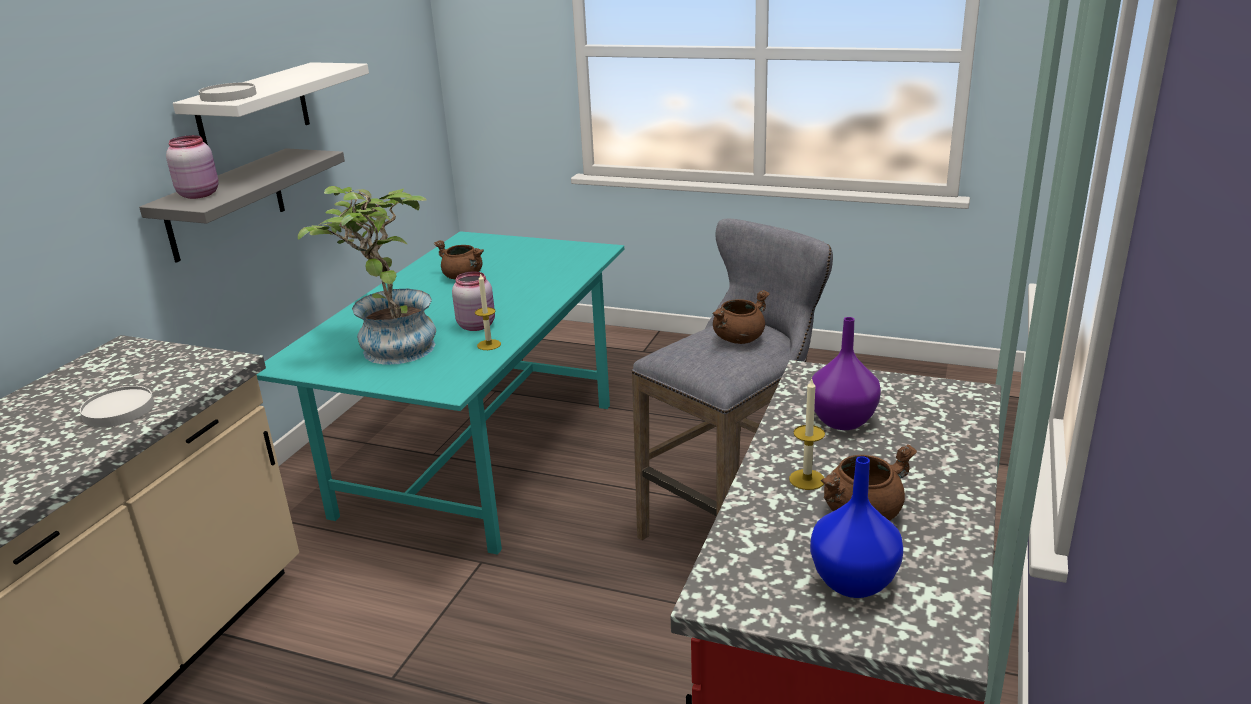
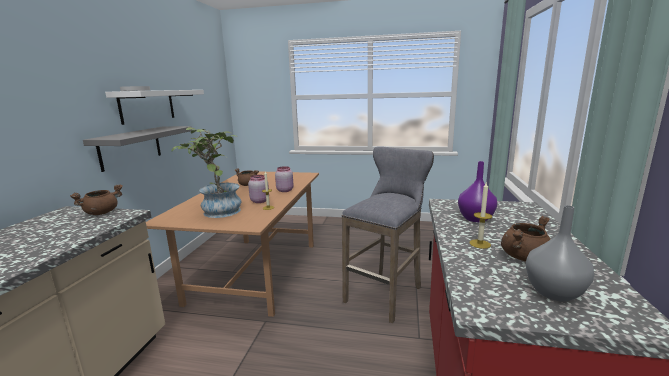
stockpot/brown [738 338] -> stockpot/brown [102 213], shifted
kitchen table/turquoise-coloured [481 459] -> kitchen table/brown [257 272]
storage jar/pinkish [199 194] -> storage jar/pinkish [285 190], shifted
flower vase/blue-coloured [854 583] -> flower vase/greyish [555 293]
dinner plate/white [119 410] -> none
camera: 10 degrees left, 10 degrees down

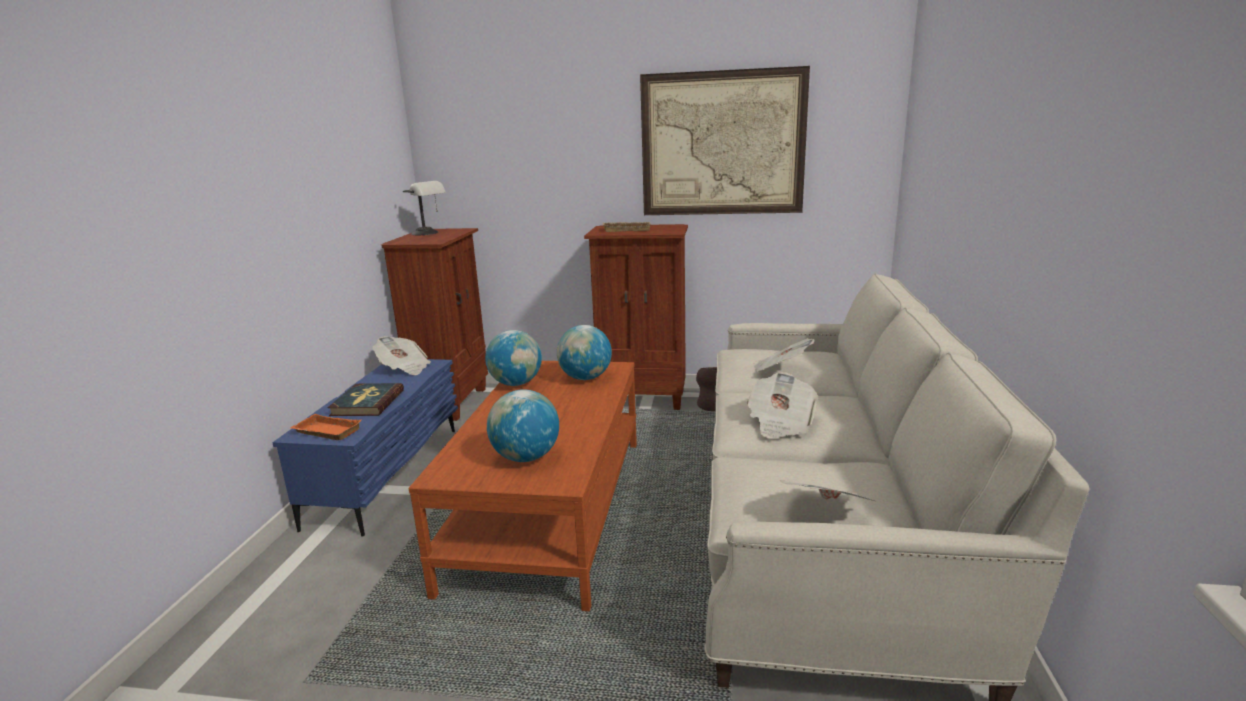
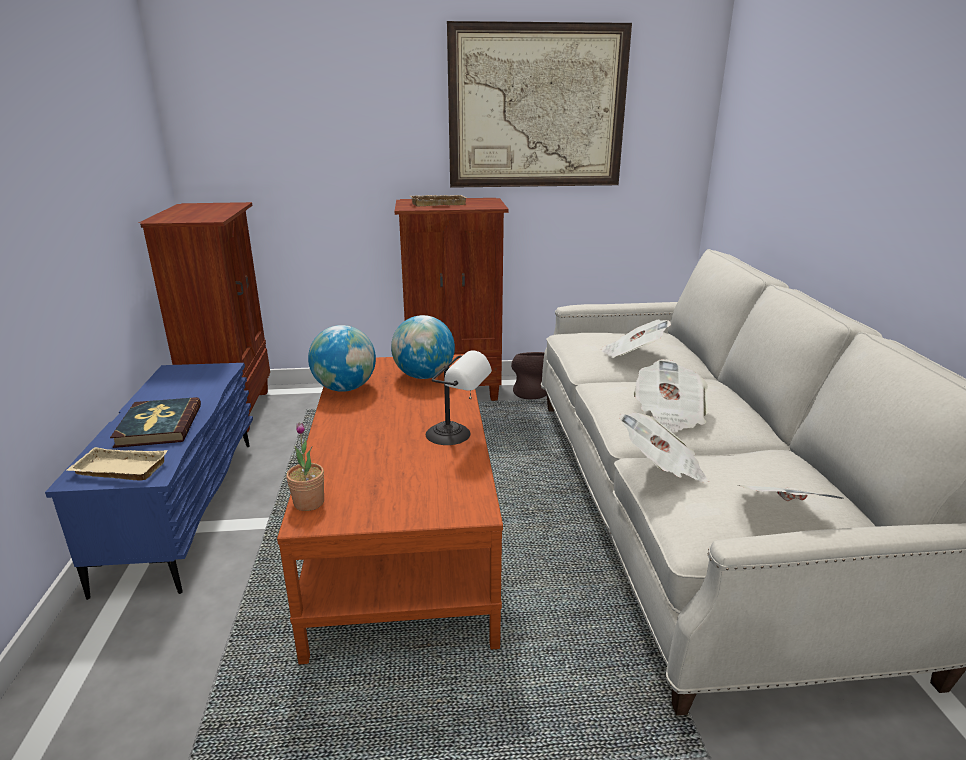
serving tray/orange-coloured [325 432] -> serving tray/beige-coloured [118 471]
none -> plant in a pot [309 502]
table lamp [429 233] -> table lamp [457 435], shifted
printed paper [404 368] -> printed paper [662 468], shifted
globe [526 457] -> none
camera: 15 degrees left, 5 degrees up

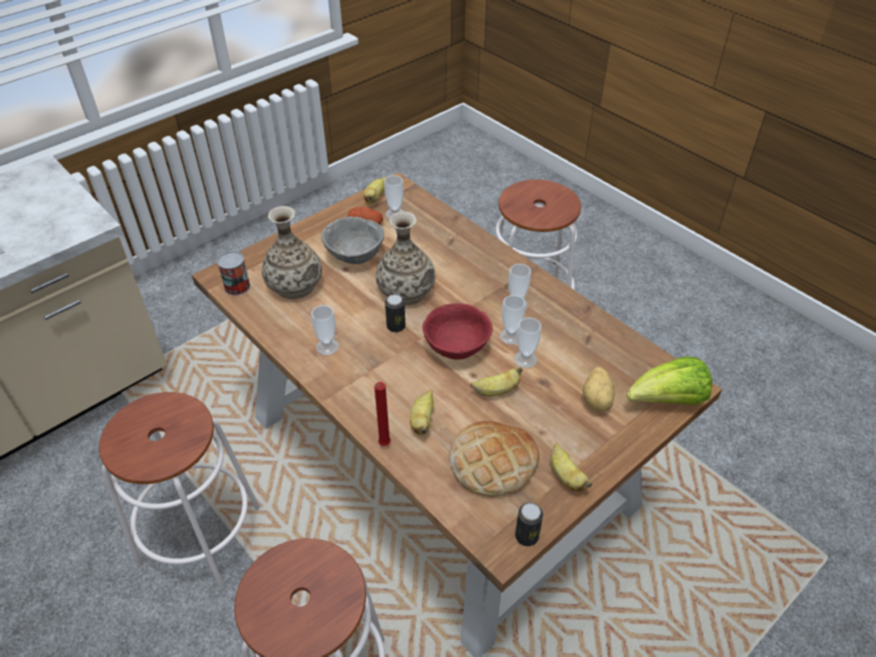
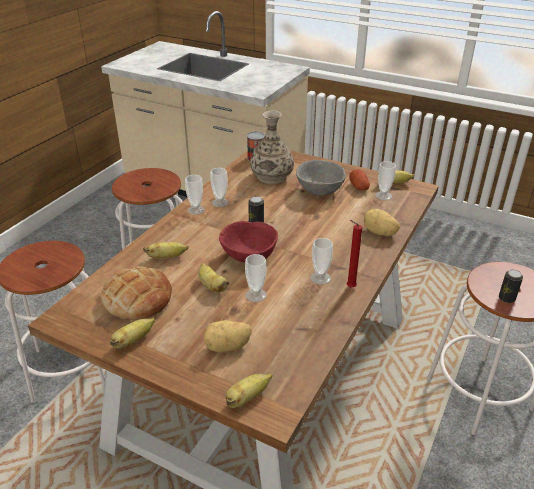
small cup [510 336] -> small cup [196 210], shifted
lettuce head [668 401] -> banana fruit [247 398]
candle/red [384 445] -> candle/red [349 287], shifted
none -> spud [379 233]
can [526 536] -> can [506 298], shifted
flower vase [406 291] -> none
camera: 70 degrees right, 10 degrees down

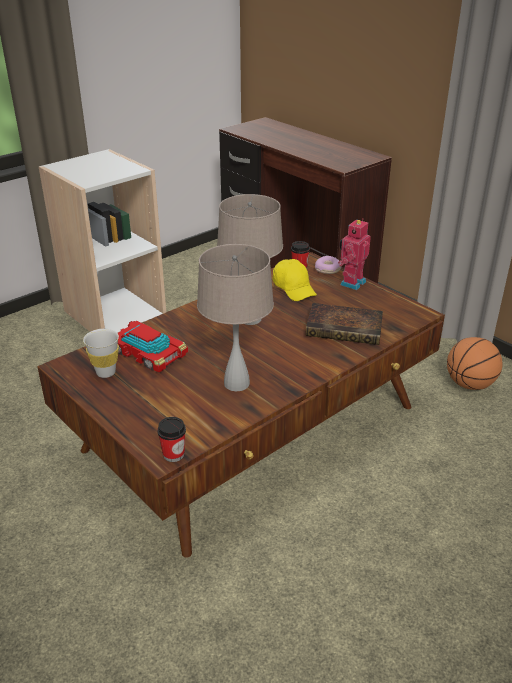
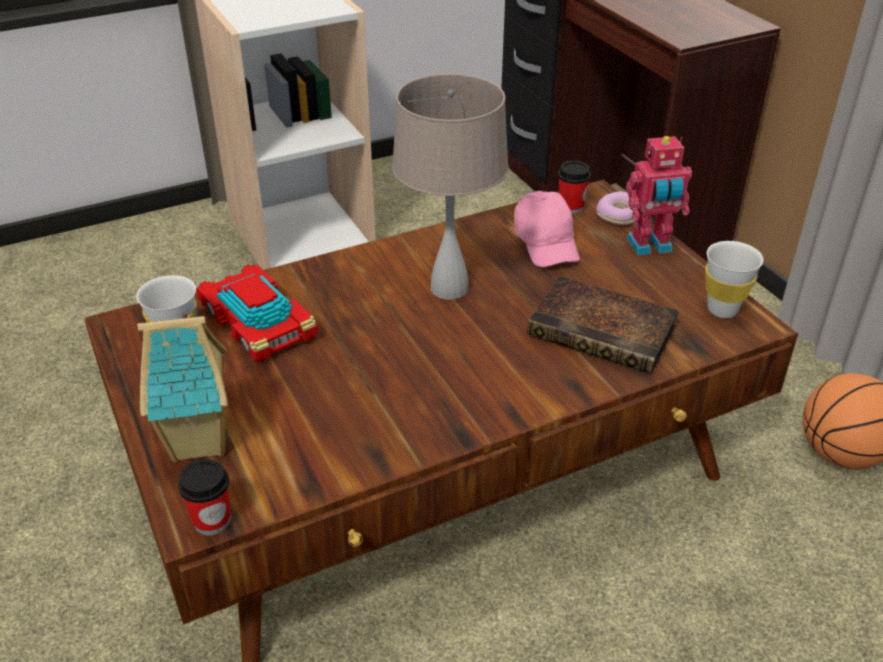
none -> miniature house [201 441]
baseball cap/yellow [294 288] -> baseball cap/pinkish [546 243]
model robot [351 283] -> model robot [650 246], 150 degrees counterclockwise
none -> small cup/white [722 310]
table lamp/beige-coloured [237 383] -> none
camera: 15 degrees right, 5 degrees up

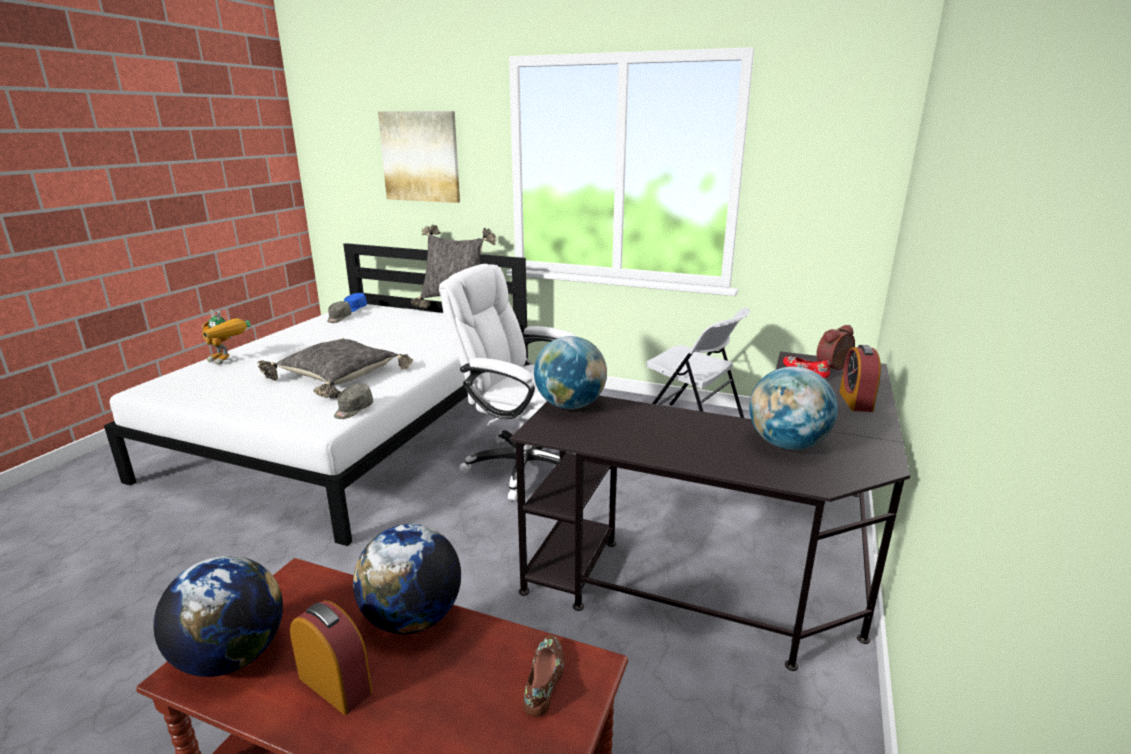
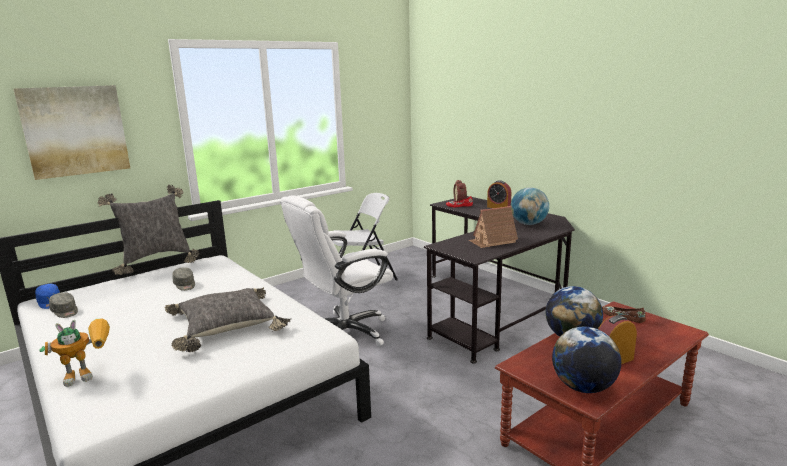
baseball cap/greyish [353 410] -> baseball cap/greyish [185 285], shifted
none -> miniature house [492 241]
globe [570 406] -> none
camera: 60 degrees left, 5 degrees down

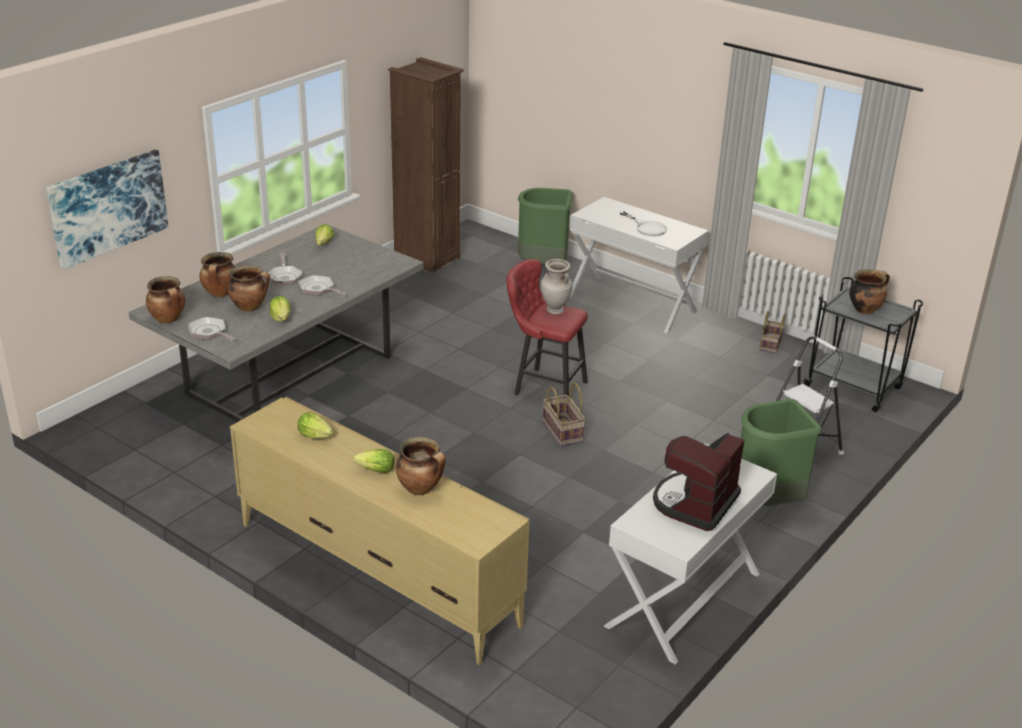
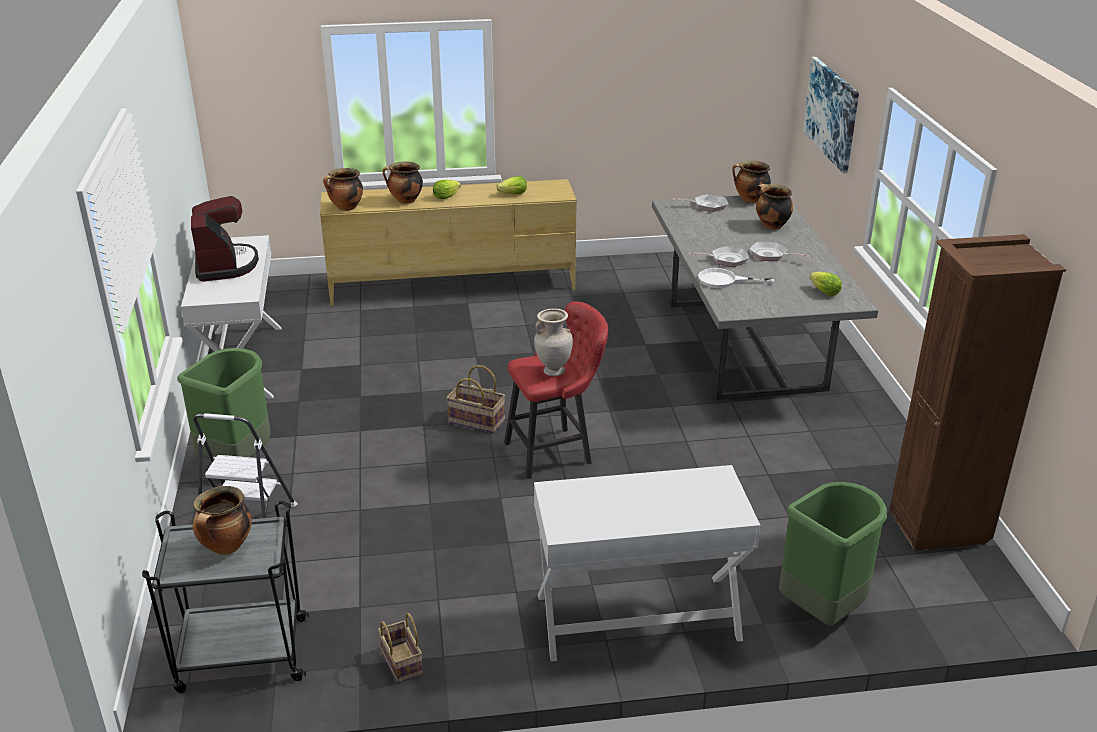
stockpot [250 307] -> stockpot [346 208], shifted
pan/white [647 228] -> pan/white [724 280], shifted
lettuce head [281 318] -> none
camera: 135 degrees right, 0 degrees up

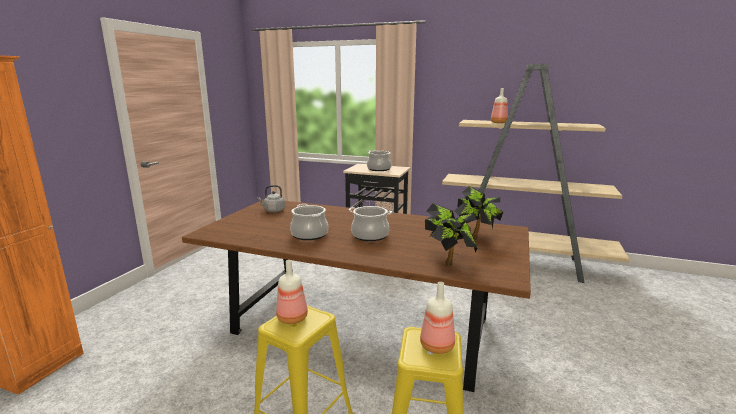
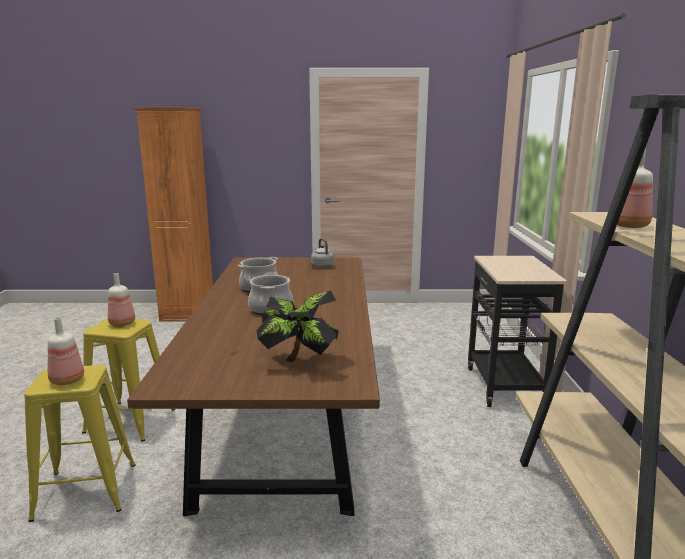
stockpot [379 169] -> none
plant in a pot [449 261] -> none
camera: 70 degrees right, 0 degrees up

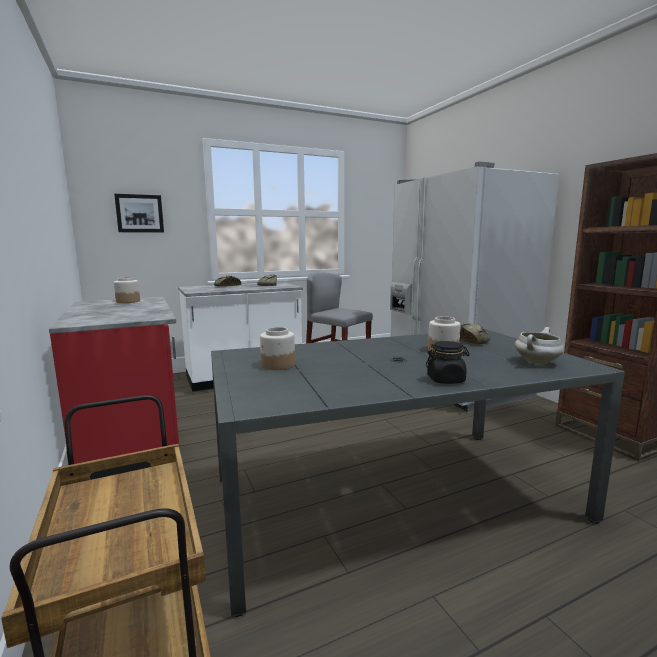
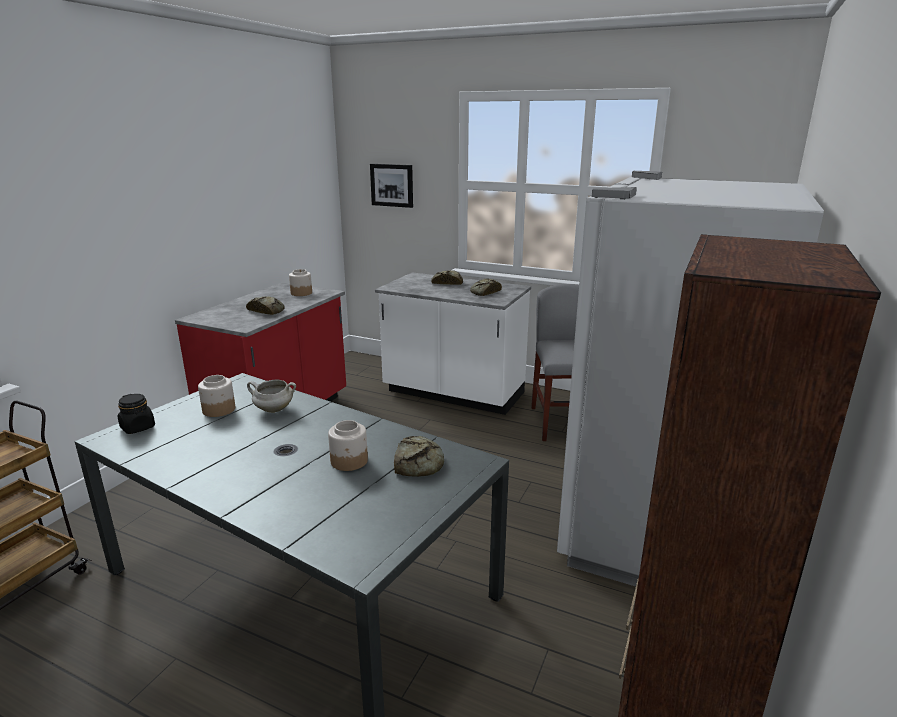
storage jar/blackish [446 380] -> storage jar/blackish [138 427], shifted
none -> bakery bread [266 310]
stockpot/white [537 362] -> stockpot/white [273 410], shifted
camera: 50 degrees right, 10 degrees up

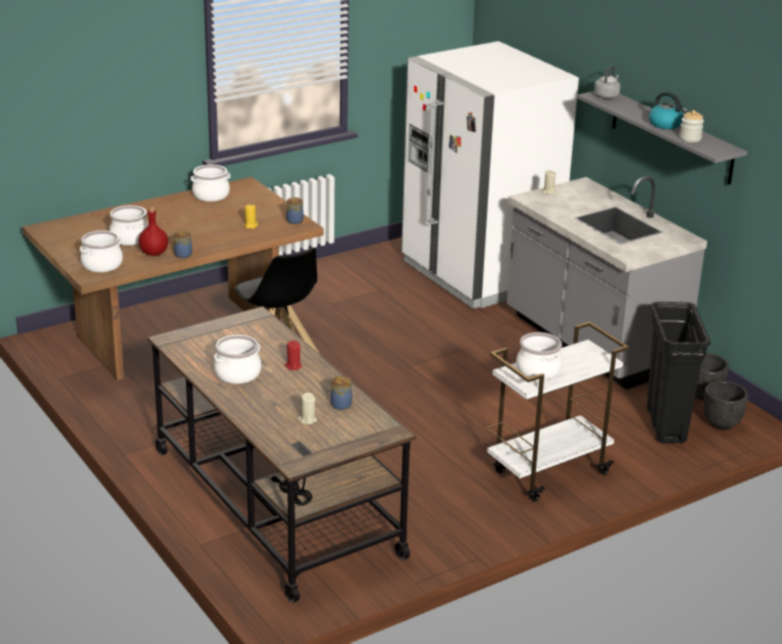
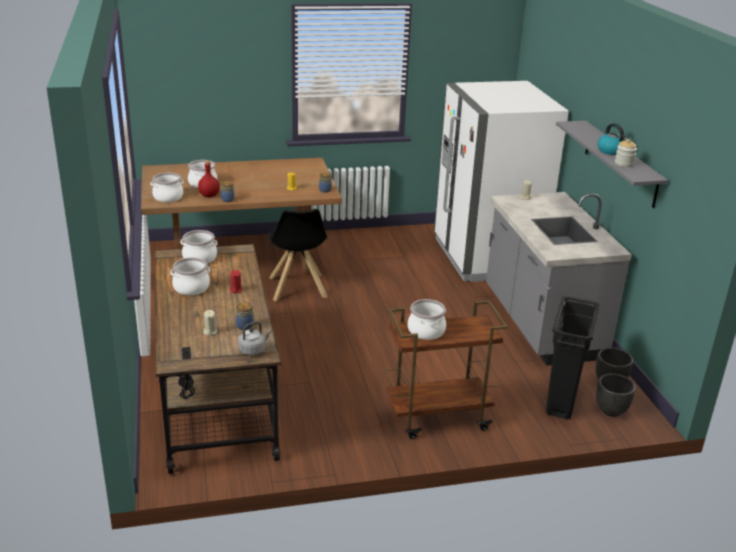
stockpot [211 195] -> stockpot [200 258], shifted
kettle/greyish [607 96] -> kettle/greyish [253 350], shifted
wheeled cart/white [547 474] -> wheeled cart/brown [436 419]
camera: 20 degrees right, 0 degrees up

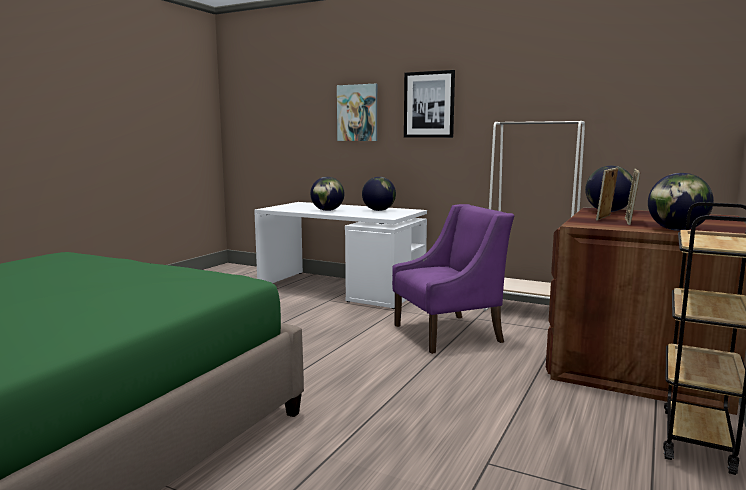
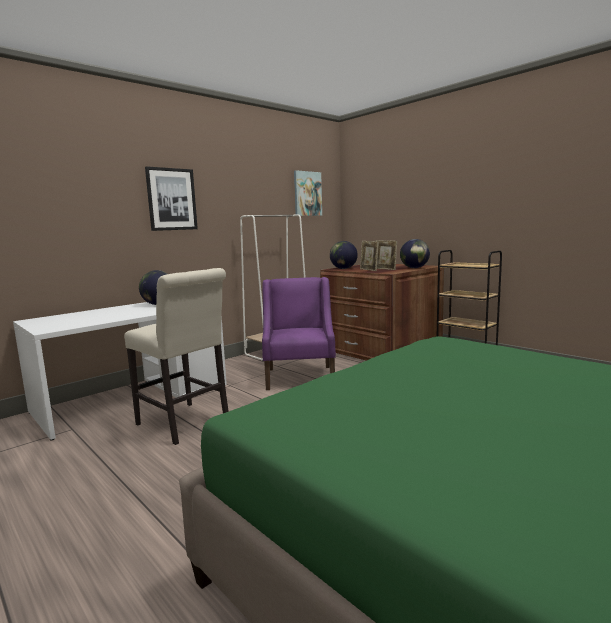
none -> sitting stool/beige-coloured [185 424]
wall picture [357 113] -> wall picture [307 194], shifted
globe [327 210] -> none
camera: 70 degrees left, 0 degrees up

